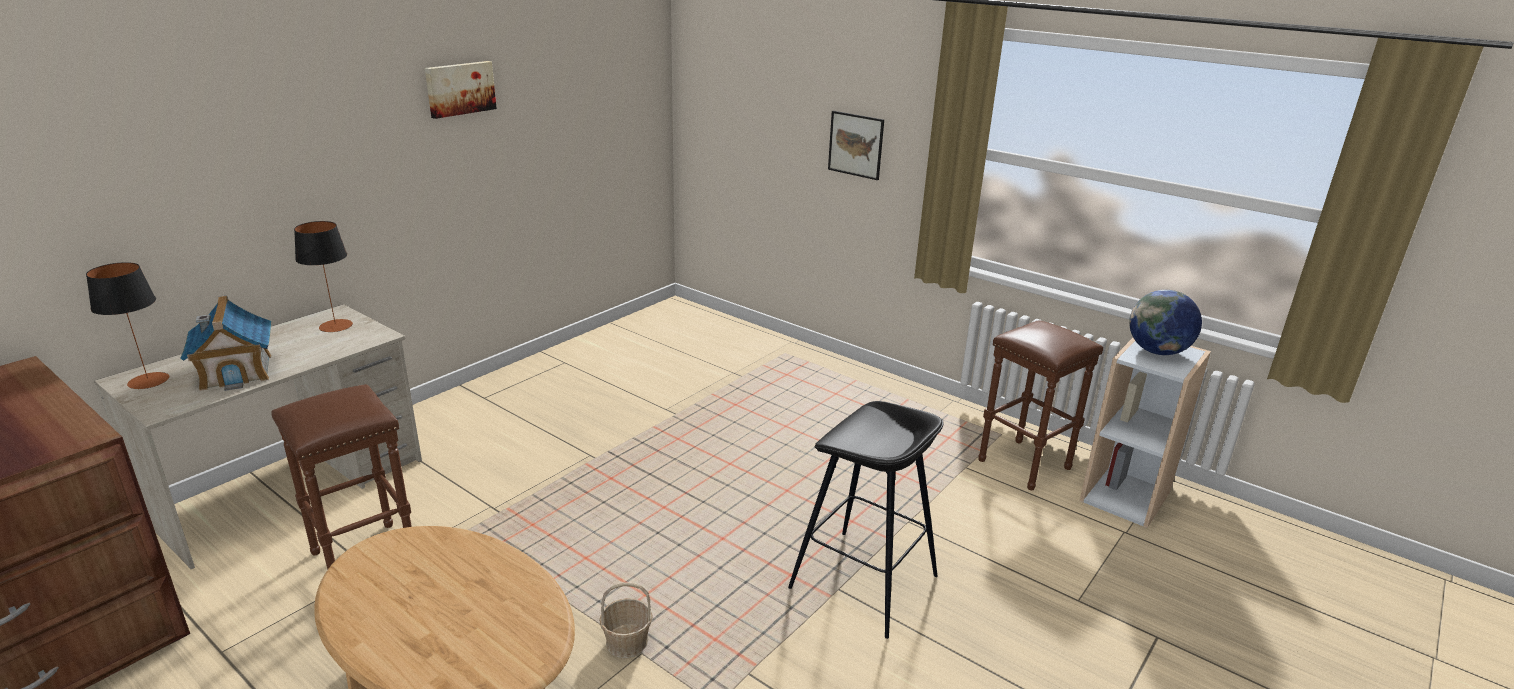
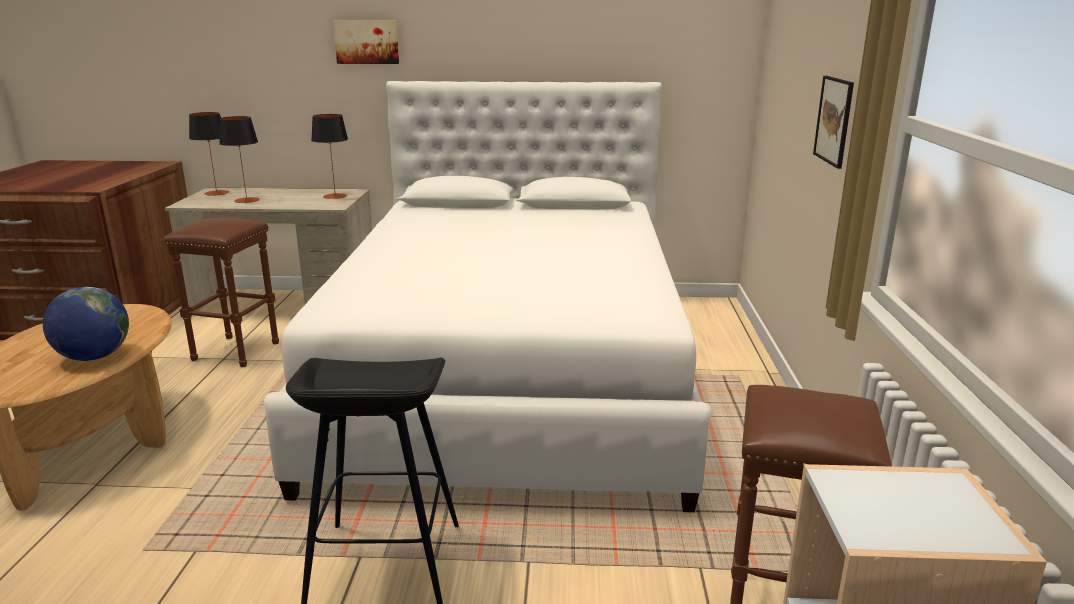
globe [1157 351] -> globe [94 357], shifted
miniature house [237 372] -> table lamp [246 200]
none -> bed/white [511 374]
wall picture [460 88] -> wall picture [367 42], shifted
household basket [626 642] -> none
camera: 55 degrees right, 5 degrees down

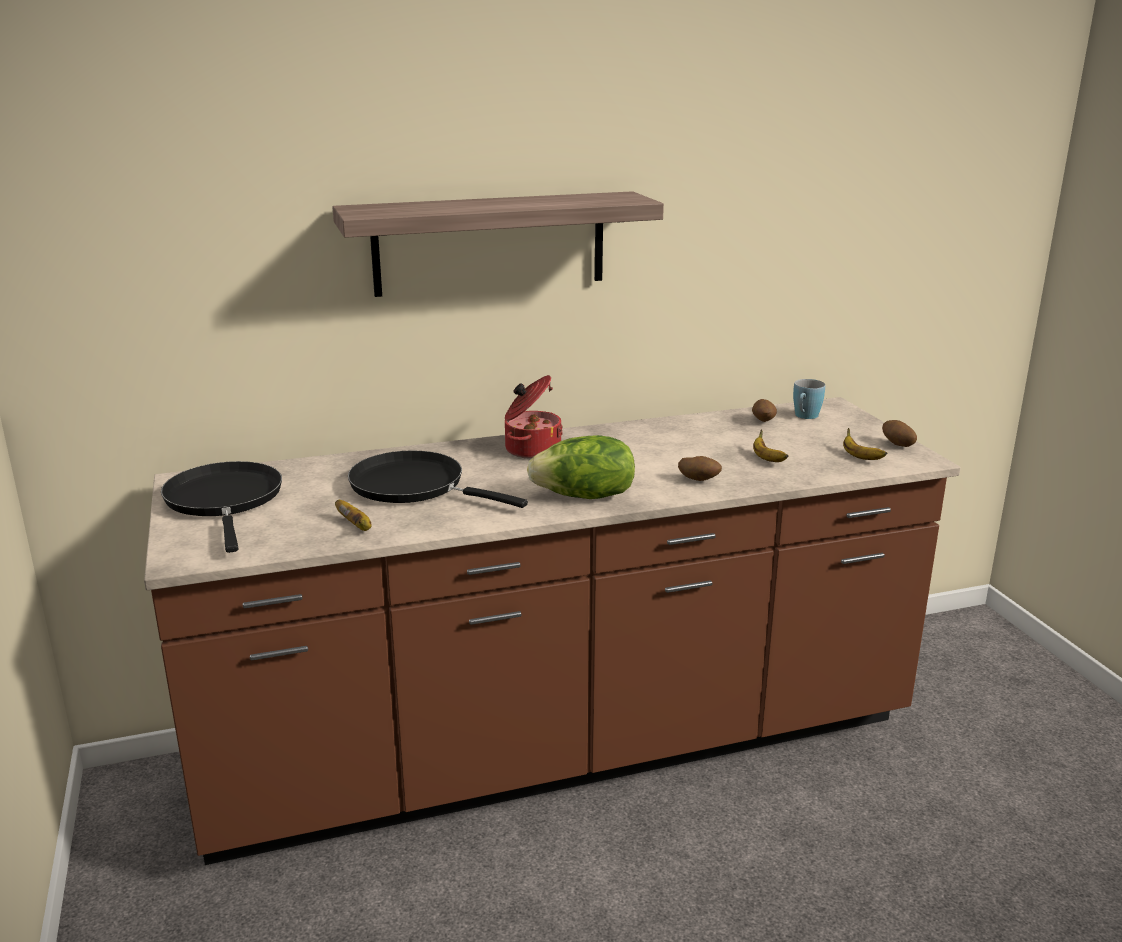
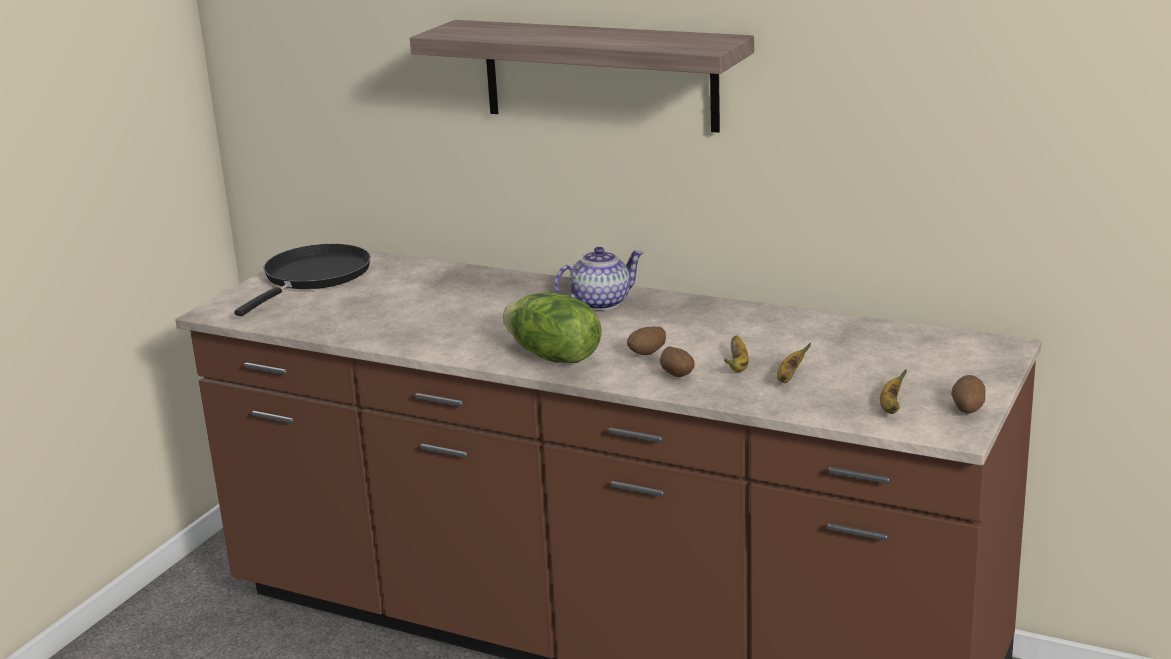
stockpot [531 449] -> pot for tea [600 302]
spud [763 421] -> spud [647 354], shifted
banana fruit [356 526] -> banana fruit [738 366], shifted
pan/blackish [414 486] -> none
tea mug/blue-coloured [805 417] -> none
camera: 45 degrees right, 0 degrees up

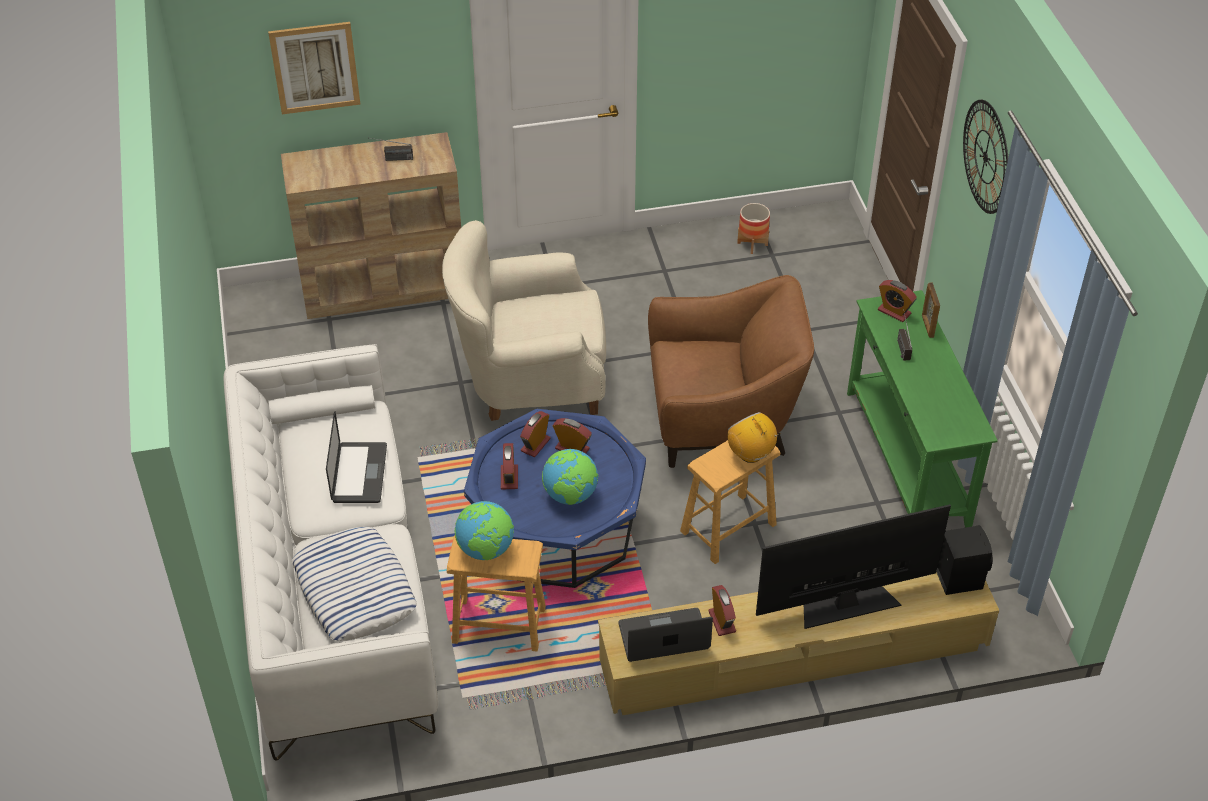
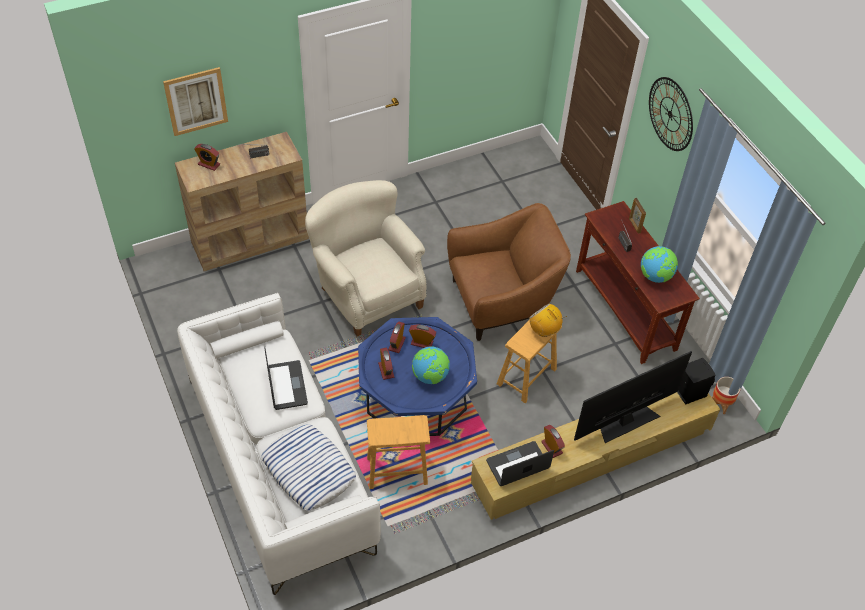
alarm clock [894 312] -> alarm clock [209 164], shifted
lounge chair/beige-coloured [529 379] -> lounge chair/beige-coloured [368 292], 75 degrees clockwise
hall table/green [908 458] -> hall table/brown [626 310]
globe [486 550] -> globe [655 276], shifted
flower pot [752 244] -> flower pot [721 404], shifted
camera: 15 degrees left, 5 degrees up

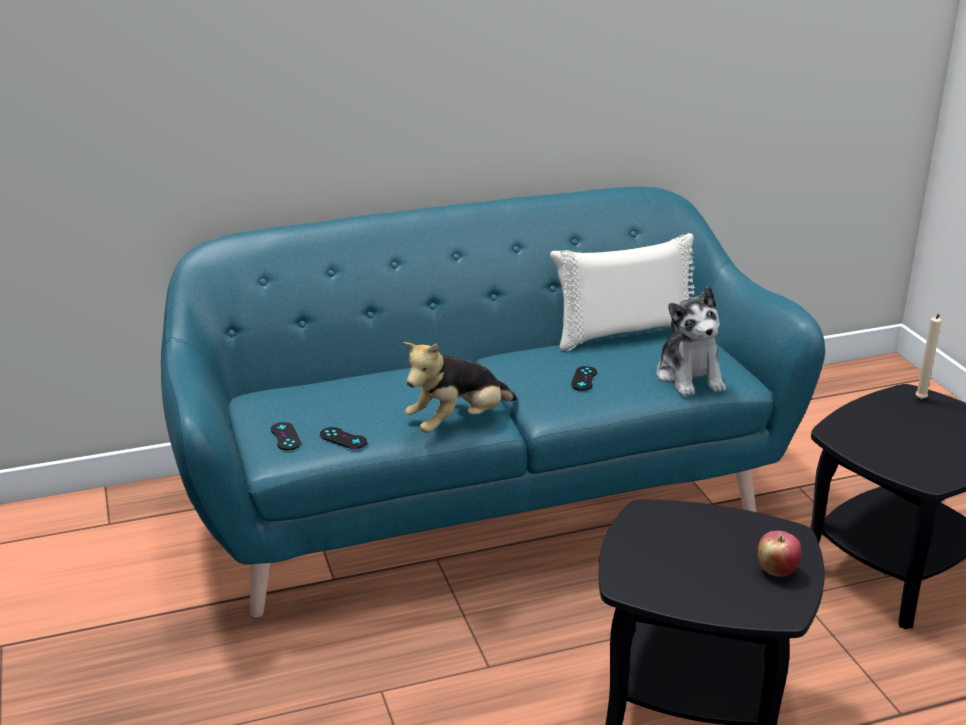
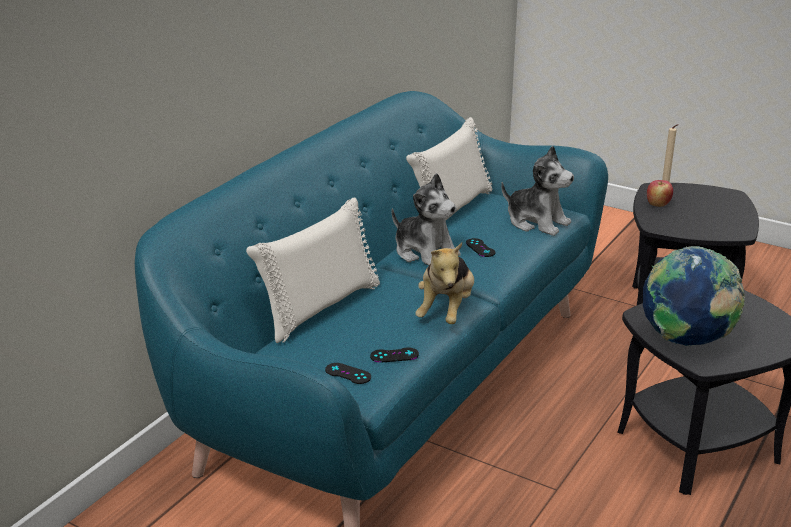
none -> throw pillow/white [319 308]
none -> soft toy [425 252]
none -> globe [685 341]
whole apple [776 570] -> whole apple [658 204], shifted
camera: 40 degrees left, 0 degrees up

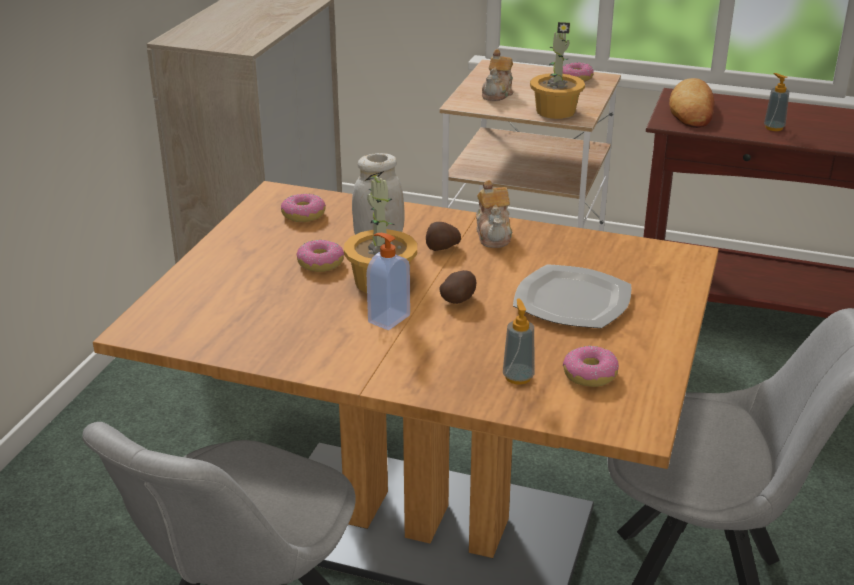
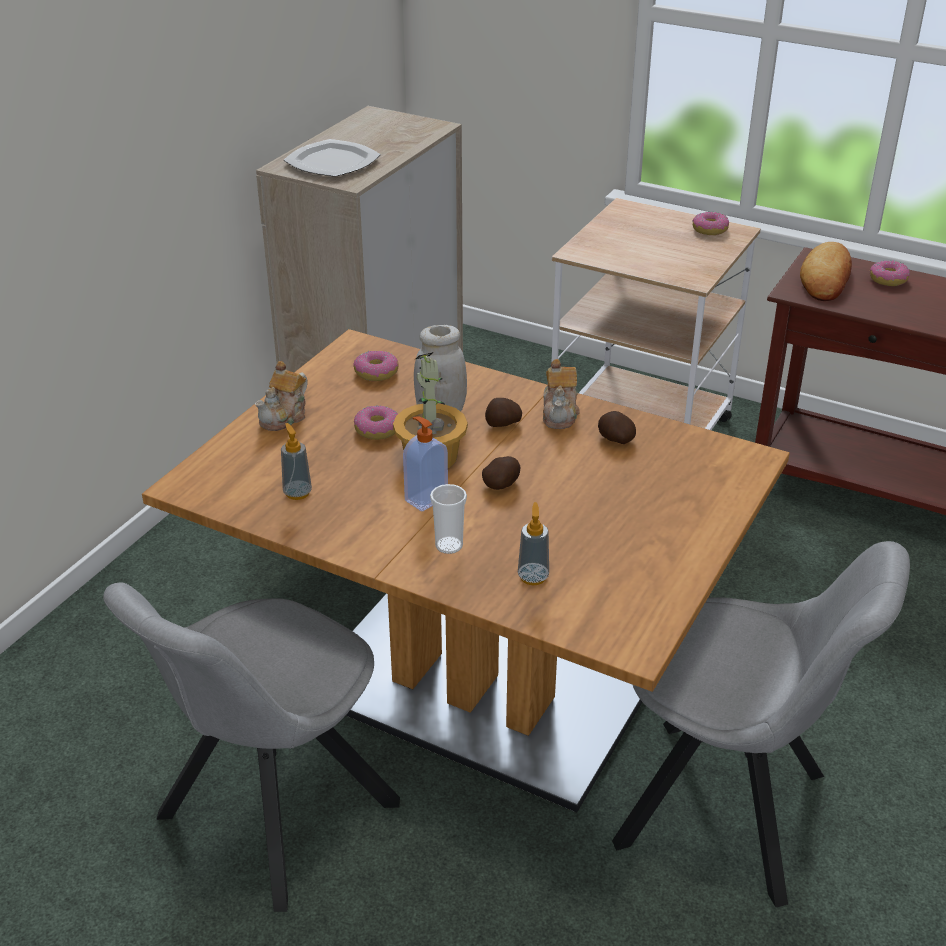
pot for tea [498 93] -> pot for tea [285 417], shifted
soap bottle [773 128] -> soap bottle [297 493], shifted
dinner plate [571 301] -> dinner plate [331 162], shifted
none -> small cup [449 545]
none -> spud [615 440]
ring doughnut [590 374] -> ring doughnut [888 279], shifted
plant in a pot [555 111] -> none
camera: 10 degrees right, 5 degrees up

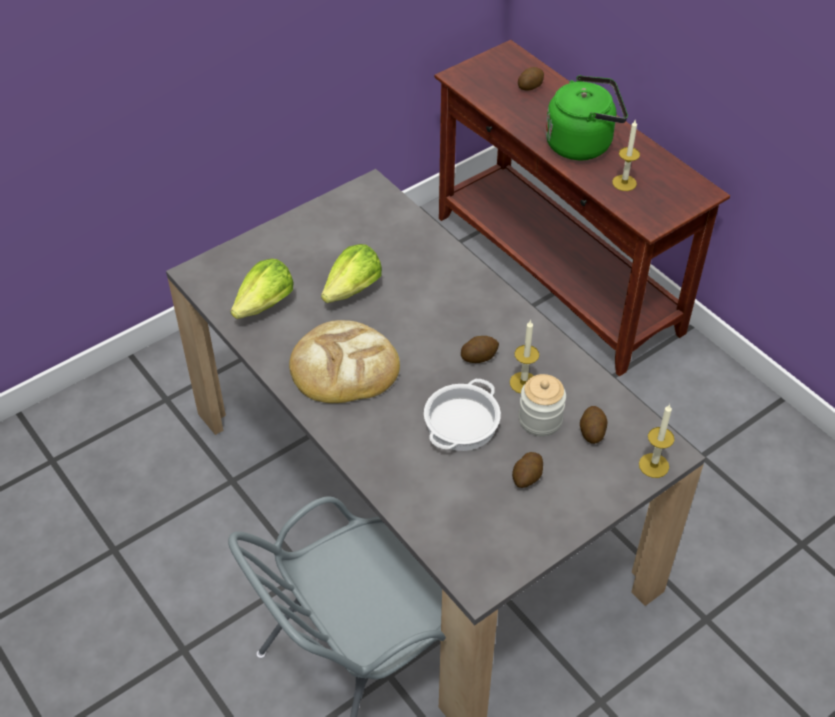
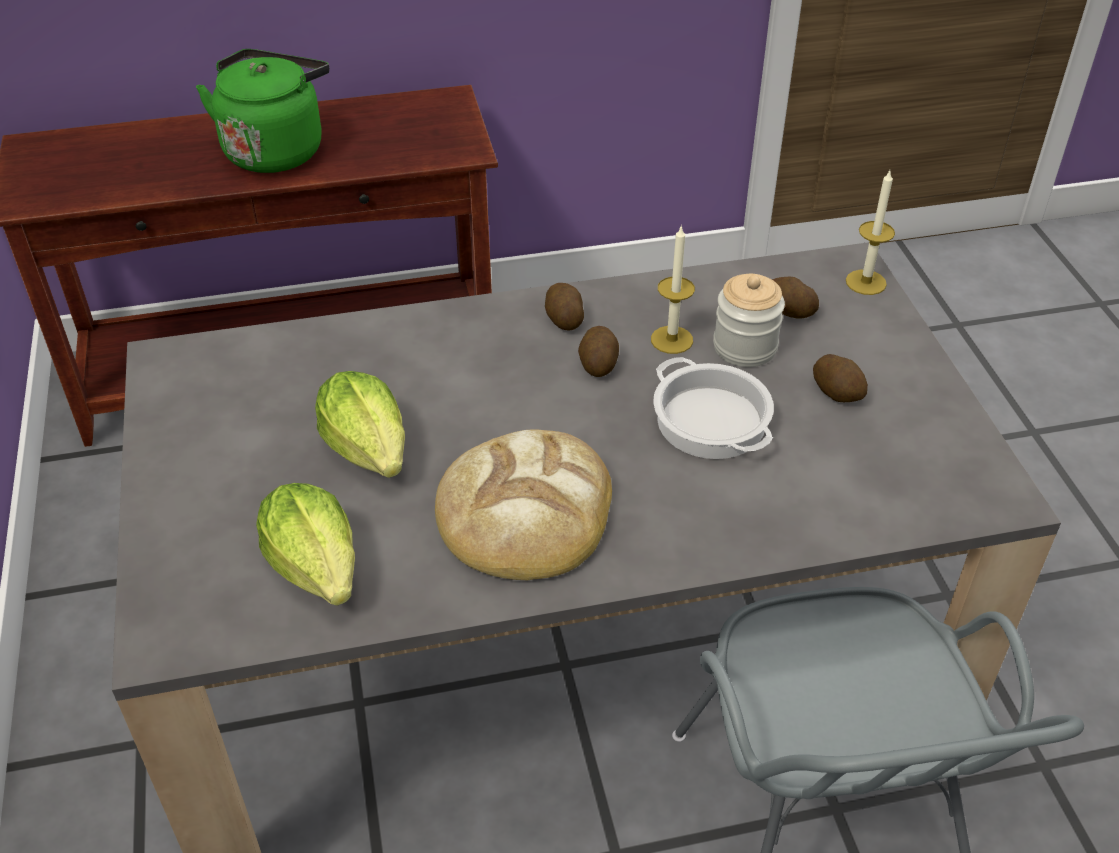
spud [530 86] -> spud [564 319], shifted
candle [624 183] -> none
camera: 65 degrees left, 5 degrees down

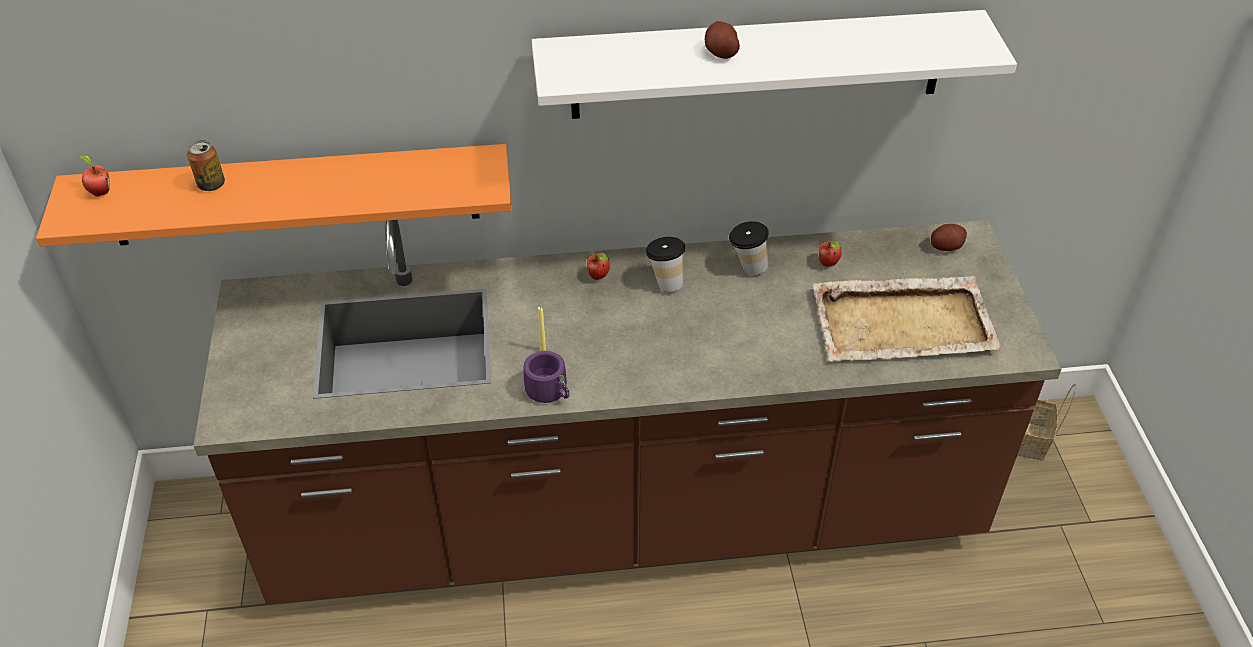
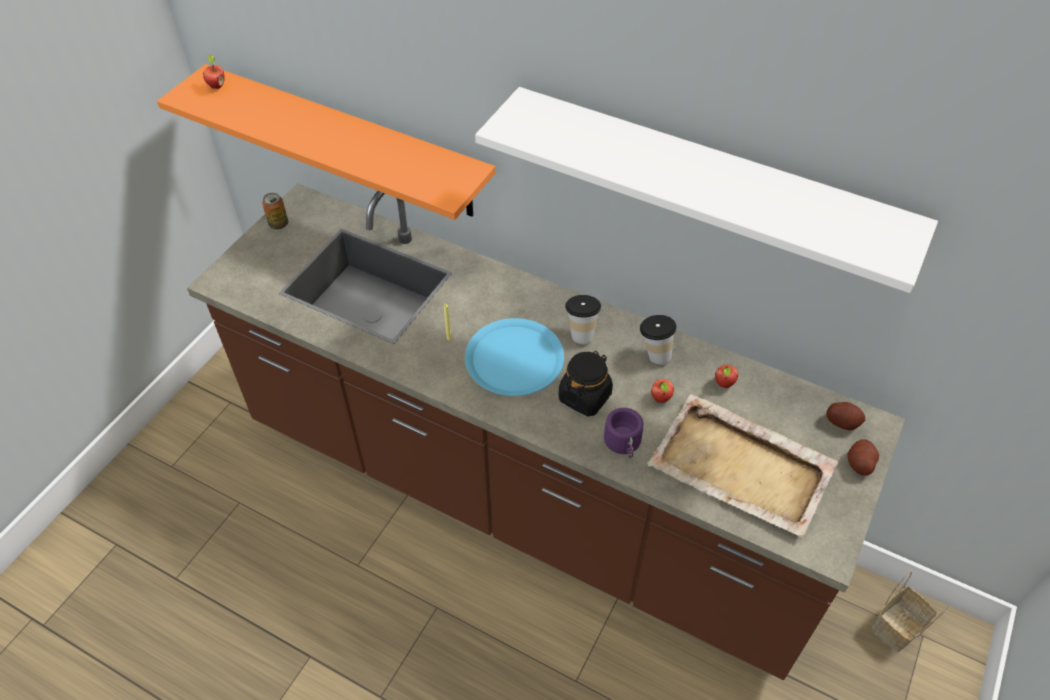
can [211 184] -> can [278 224], shifted
none -> dinner plate/blue-coloured [514 358]
none -> storage jar/blackish [585 396]
tea mug/purple [551 391] -> tea mug/purple [625 444], shifted
whole apple [599 276] -> whole apple [661 399], shifted
spud [721 52] -> spud [859 463], shifted
camera: 35 degrees right, 5 degrees up

